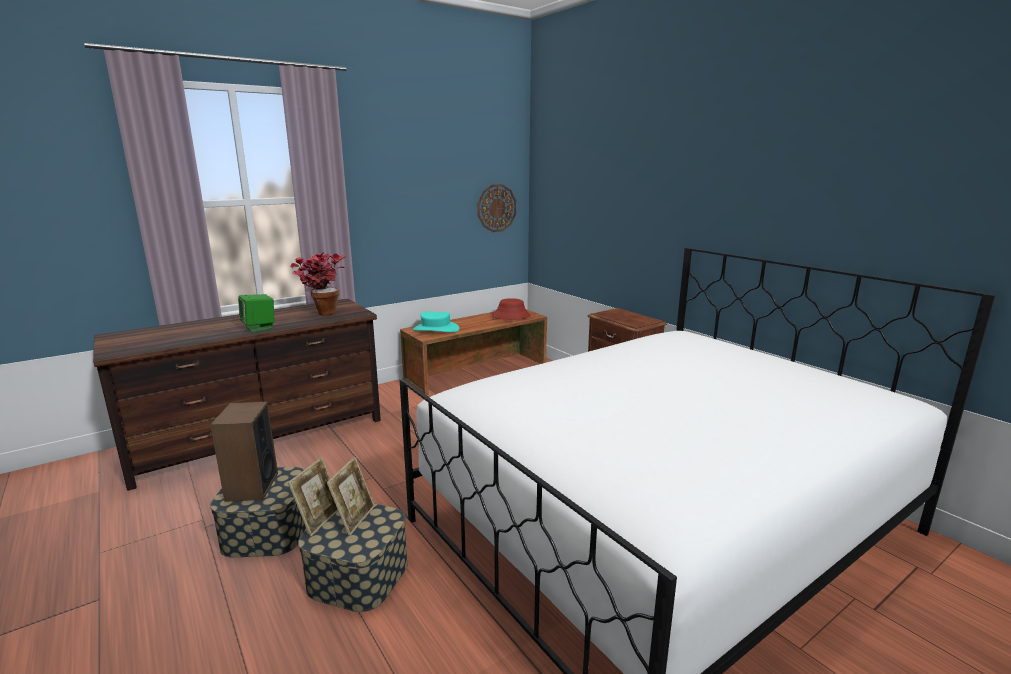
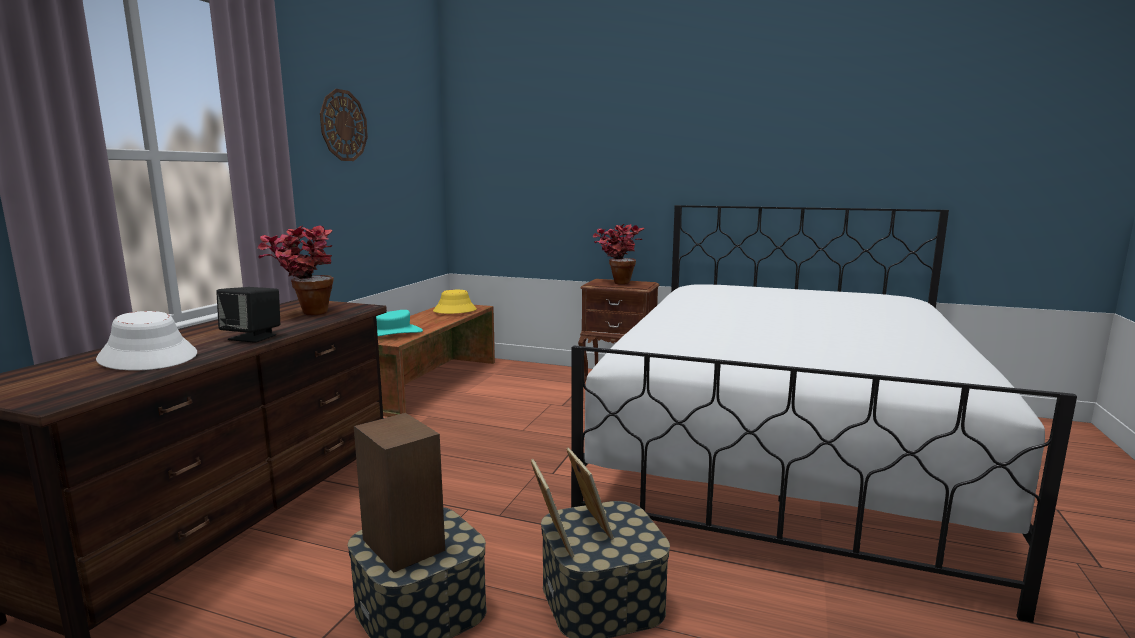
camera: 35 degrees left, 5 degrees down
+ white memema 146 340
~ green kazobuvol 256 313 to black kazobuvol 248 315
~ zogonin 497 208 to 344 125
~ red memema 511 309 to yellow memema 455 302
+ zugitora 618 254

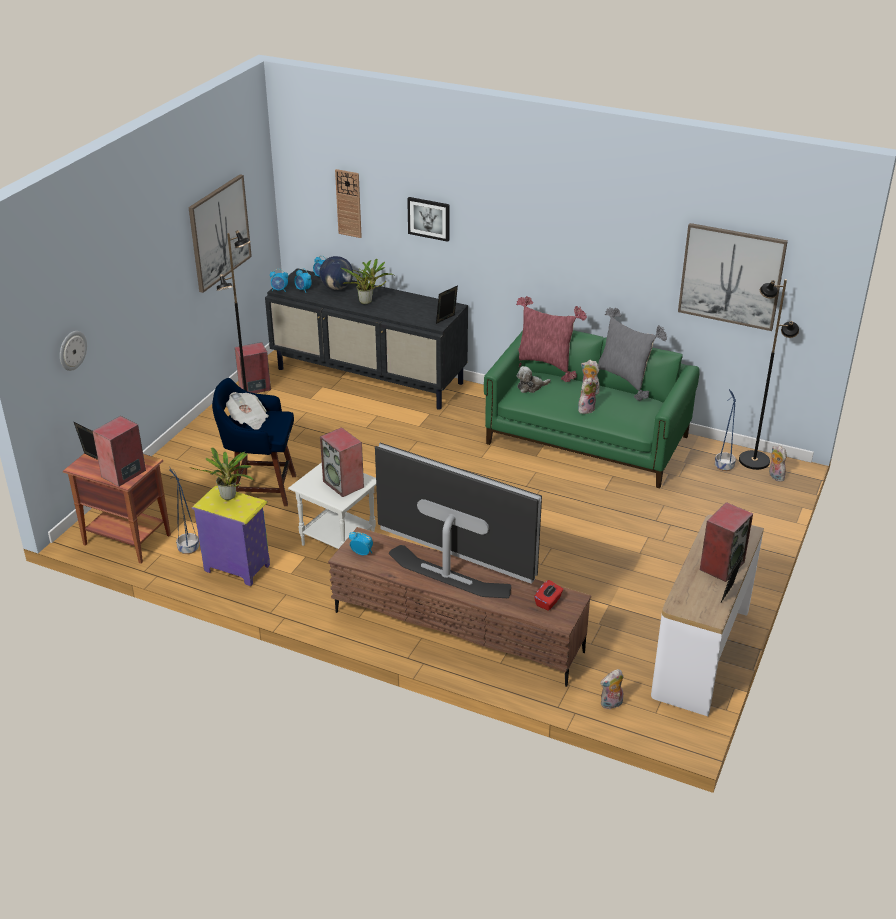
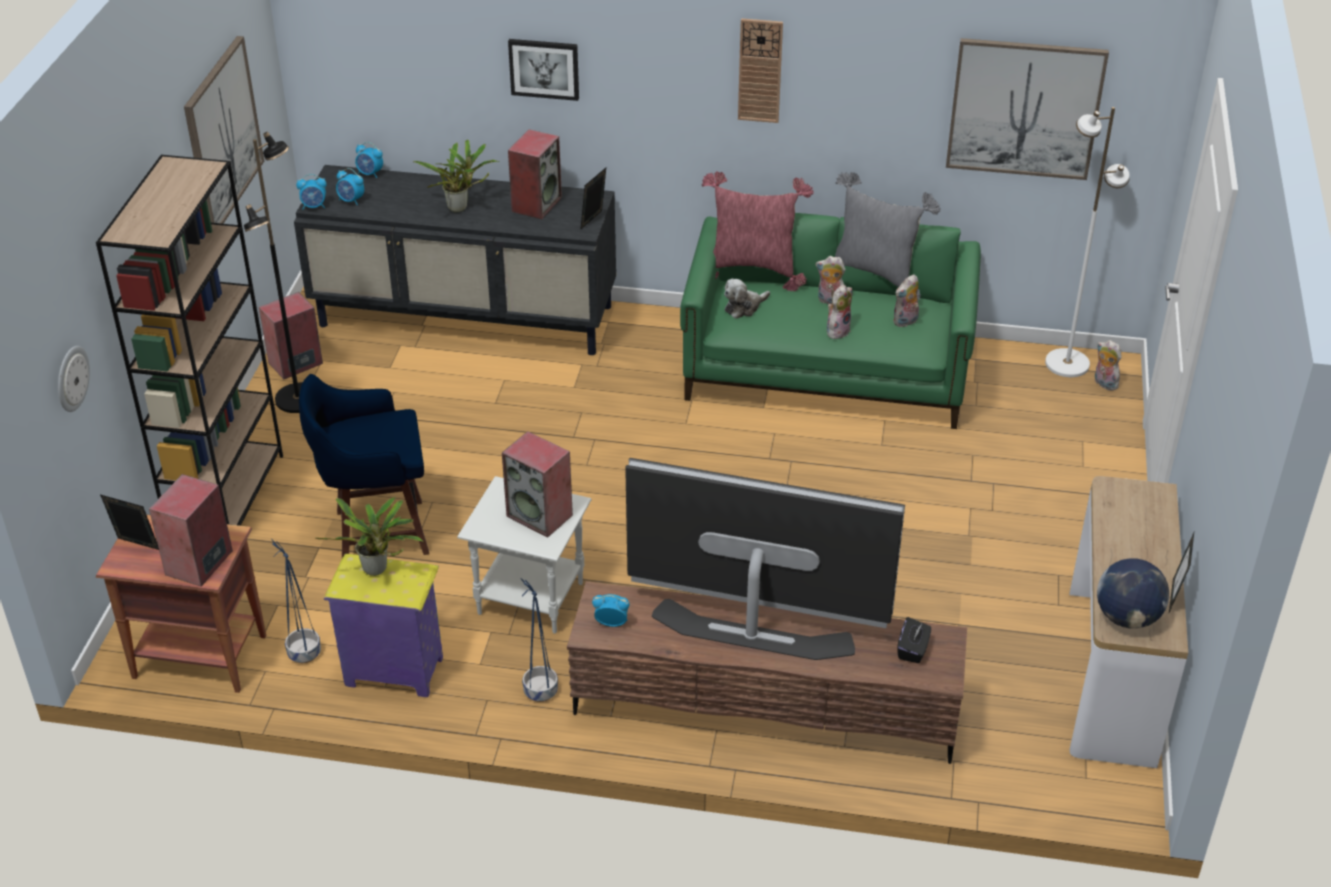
camera: 15 degrees left, 5 degrees up
+ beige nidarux 189 340
~ kazobuvol 726 542 to 535 174
~ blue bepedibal 725 430 to 539 640
~ zogonin 348 203 to 760 70
~ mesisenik 611 689 to 906 300
~ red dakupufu 548 595 to black dakupufu 914 640
~ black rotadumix 769 374 to white rotadumix 1087 242
~ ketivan 336 273 to 1133 593
- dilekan 247 411

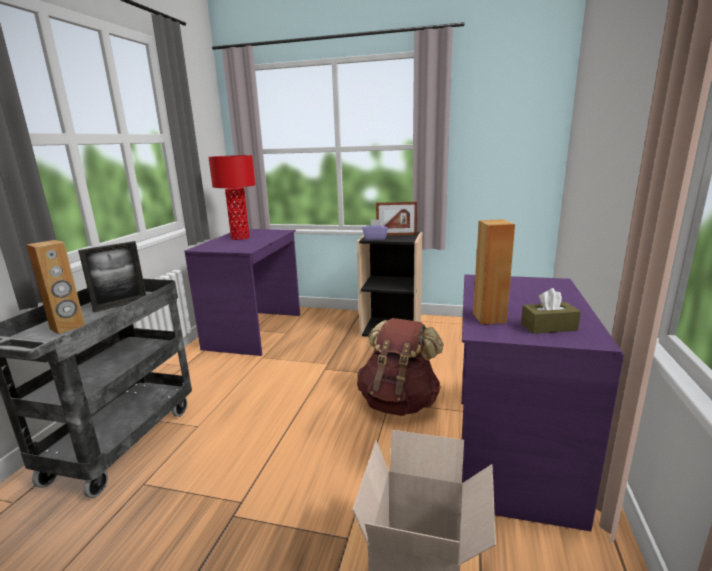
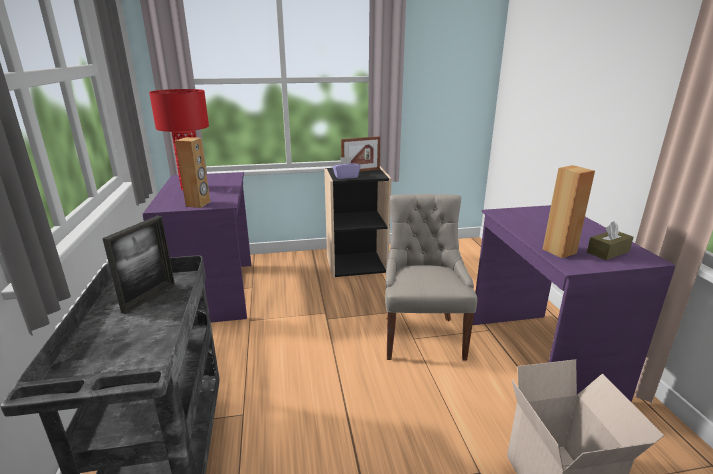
camera: 25 degrees left, 5 degrees up
~ brown kazobuvol 56 287 to 192 172
~ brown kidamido 400 367 to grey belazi 431 277

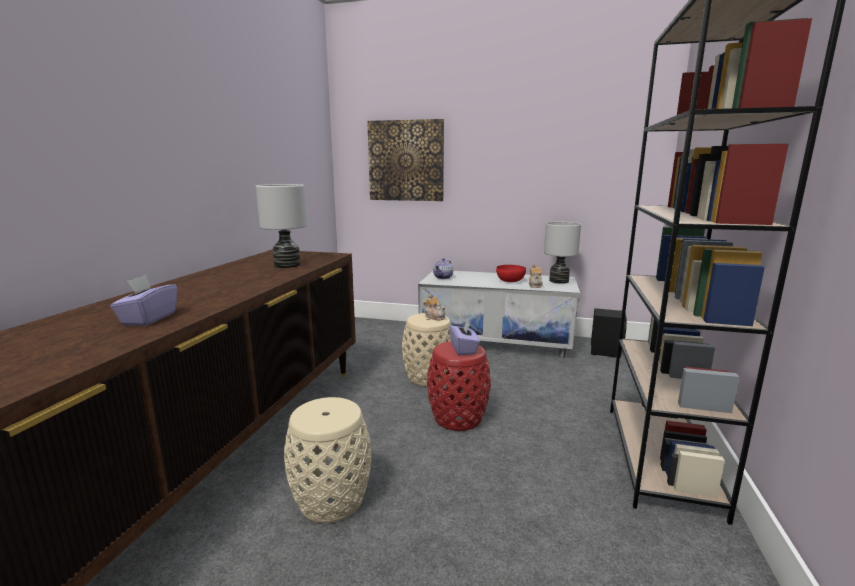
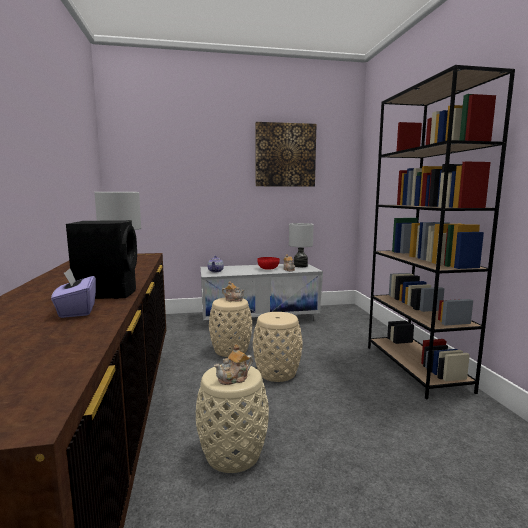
camera: 25 degrees left, 5 degrees down
~ black kazobuvol 609 333 to 101 259
+ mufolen 233 364
~ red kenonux 459 386 to beige kenonux 278 347
~ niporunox 405 160 to 285 154
- purple dakupufu 464 338

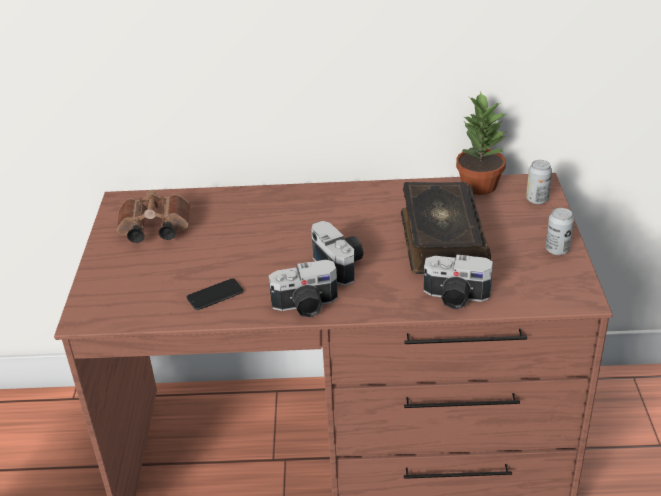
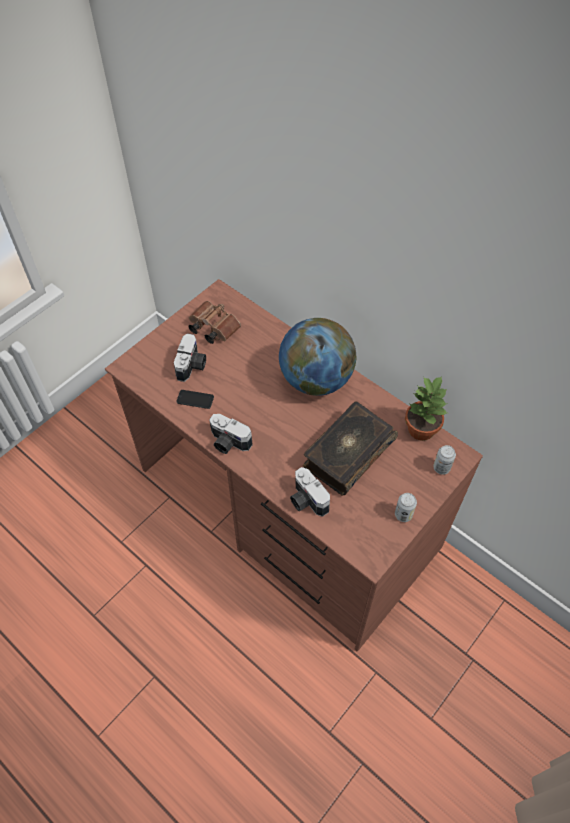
camera: 40 degrees right, 20 degrees up
~ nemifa 338 253 to 190 357
+ ketivan 317 357

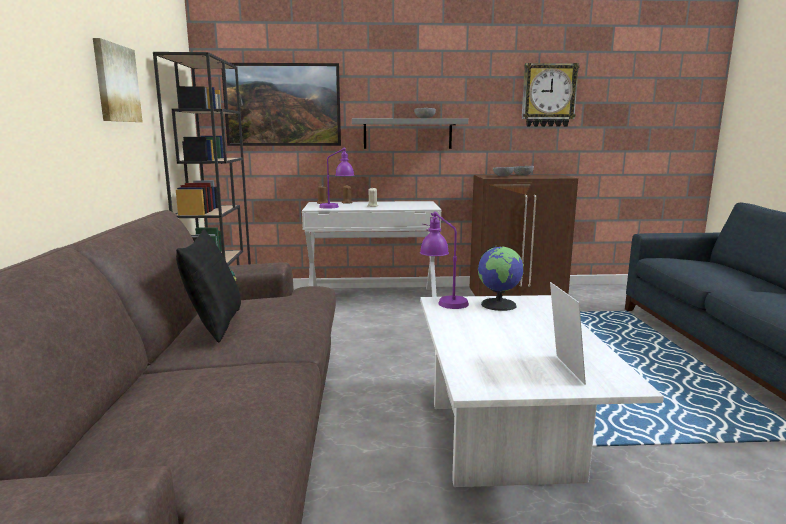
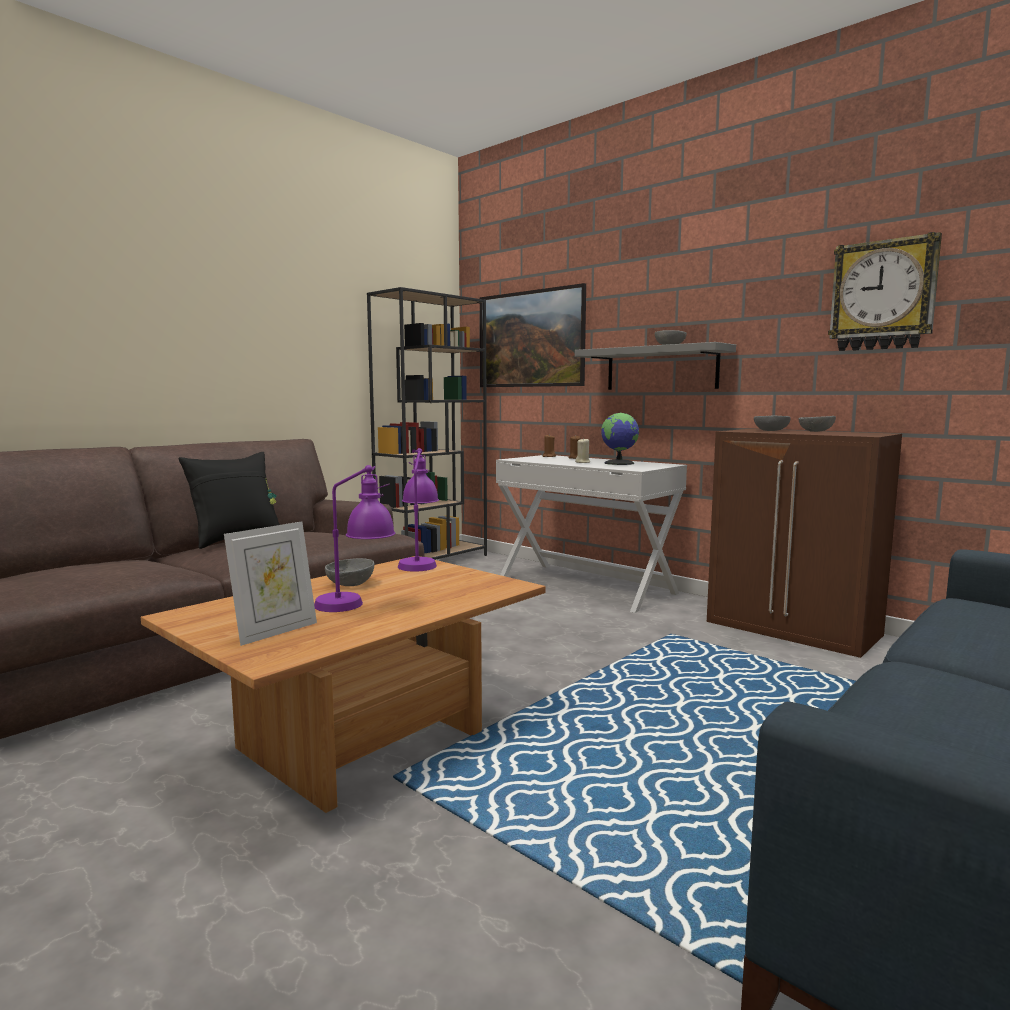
camera: 45 degrees right, 5 degrees down
~ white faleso 542 391 to brown faleso 343 684
~ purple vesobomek 336 178 to 354 538
+ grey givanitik 349 572
~ ketivan 501 278 to 620 438
- niporunox 118 80

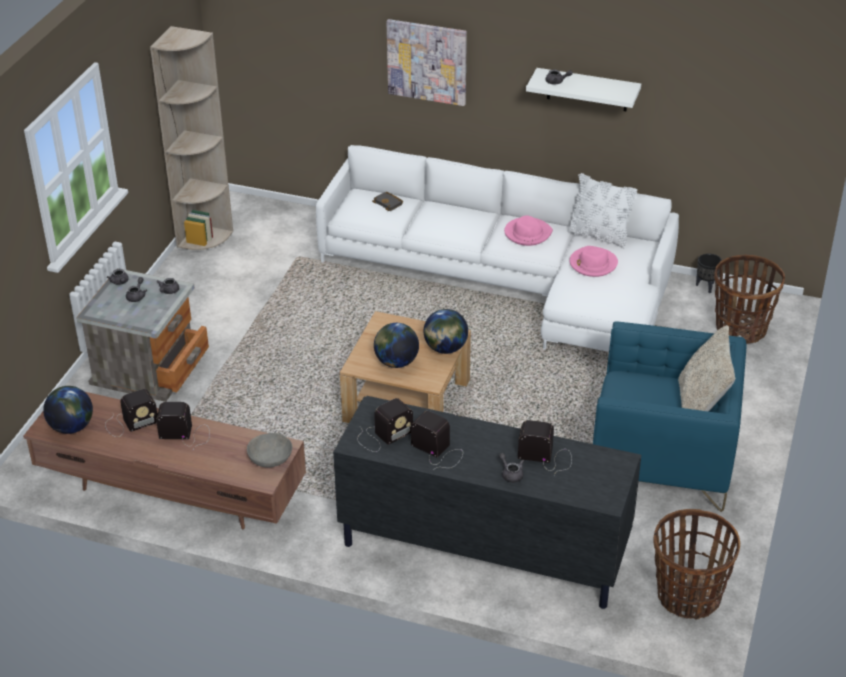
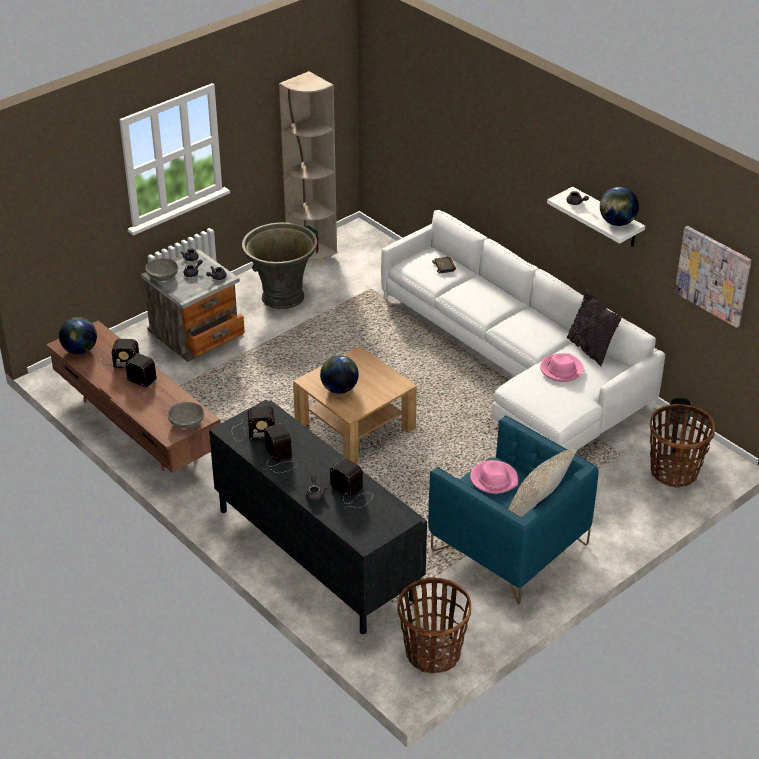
camera: 30 degrees right, 0 degrees up
+ grey givanitik 162 269
+ grey bepedibal 279 265
~ pink memema 528 230 to 494 477
~ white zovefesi 602 211 to black zovefesi 594 328
~ ketivan 446 331 to 619 206
~ niporunox 426 62 to 713 277

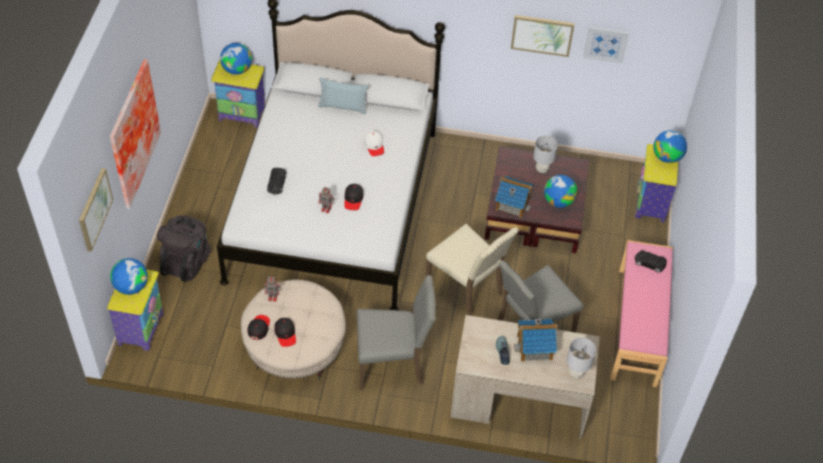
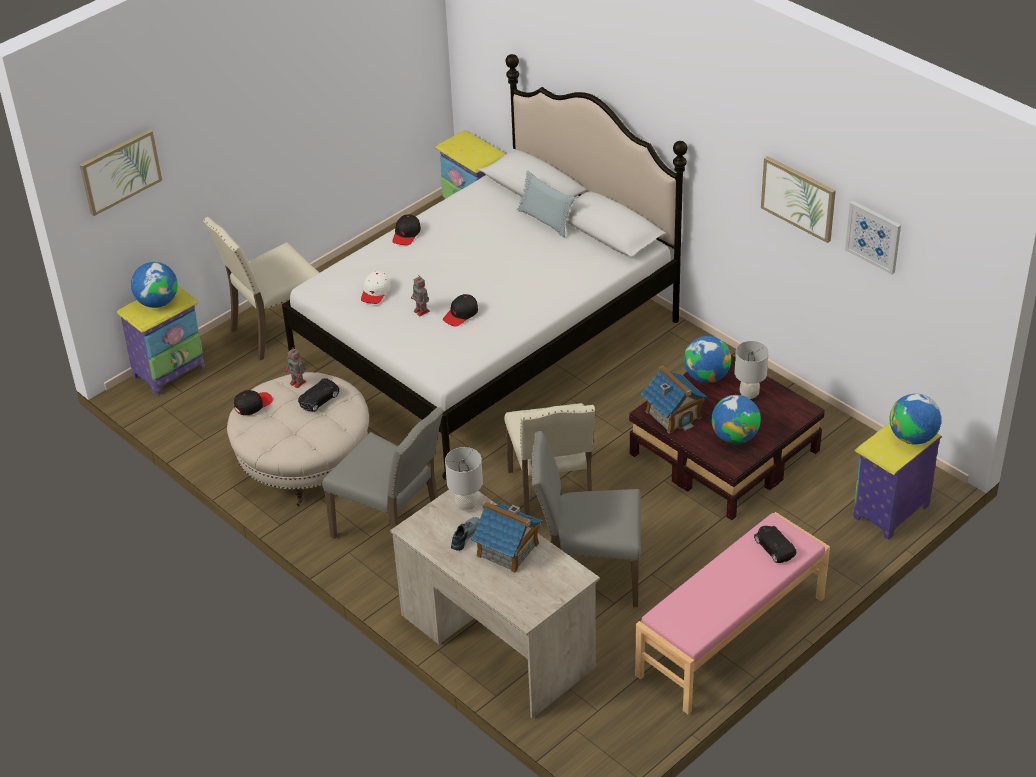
camera: 40 degrees right, 10 degrees down
~ black kidamido 184 248 to beige belazi 261 289
~ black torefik 276 181 to 318 395
~ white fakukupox 374 143 to 375 287
~ black fakukupox 285 332 to 406 229
~ grey vesobomek 581 358 to 464 479
~ ketivan 236 59 to 707 359
- niporunox 135 134

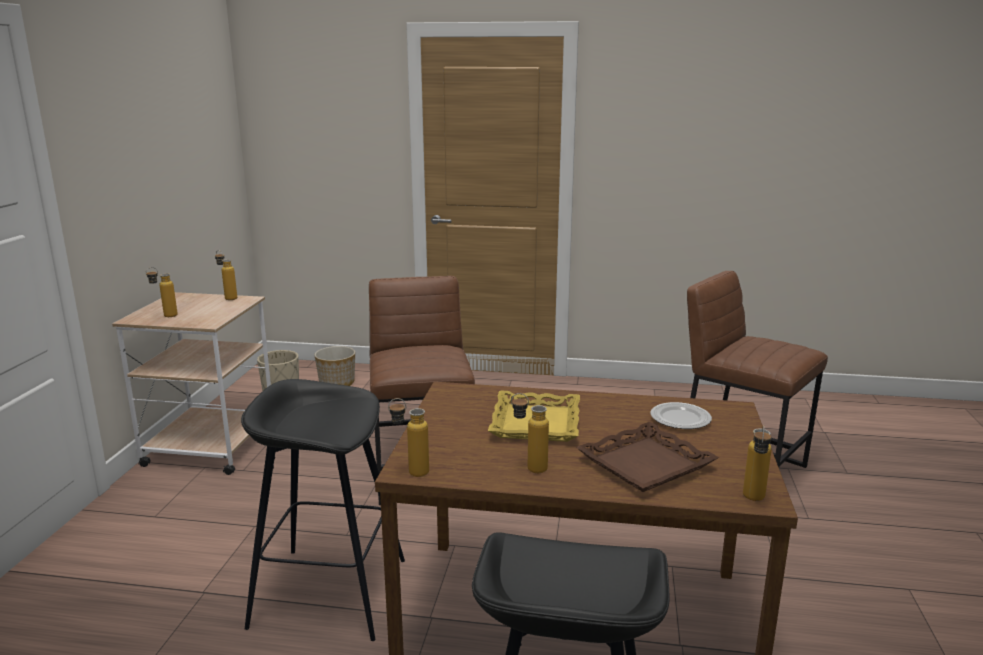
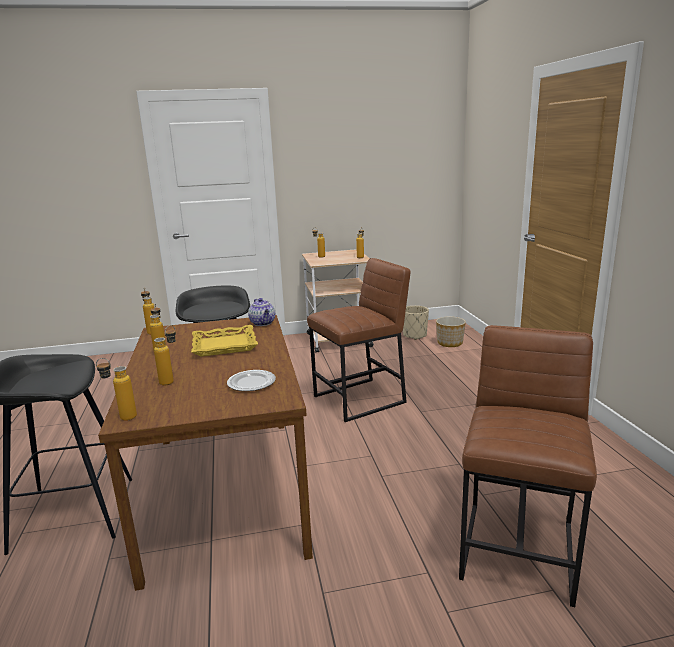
camera: 70 degrees right, 0 degrees up
~ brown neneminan 647 457 to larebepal 165 355
+ mufolen 261 312

